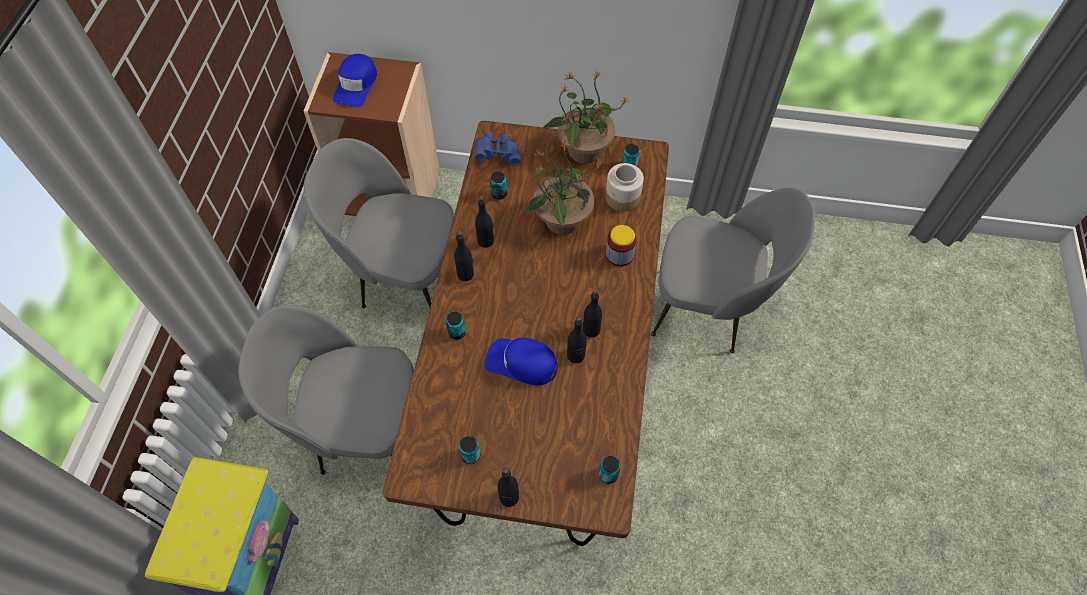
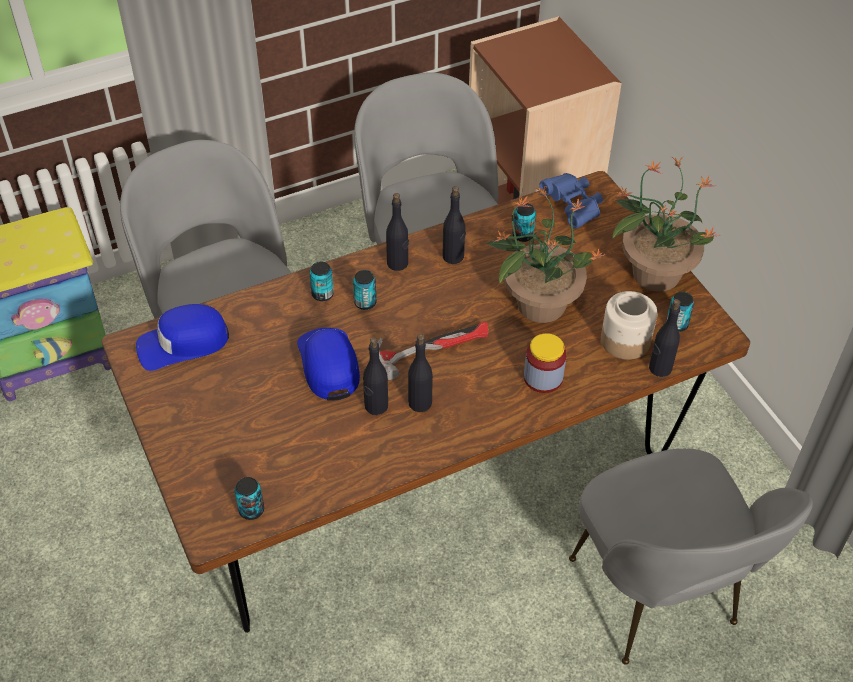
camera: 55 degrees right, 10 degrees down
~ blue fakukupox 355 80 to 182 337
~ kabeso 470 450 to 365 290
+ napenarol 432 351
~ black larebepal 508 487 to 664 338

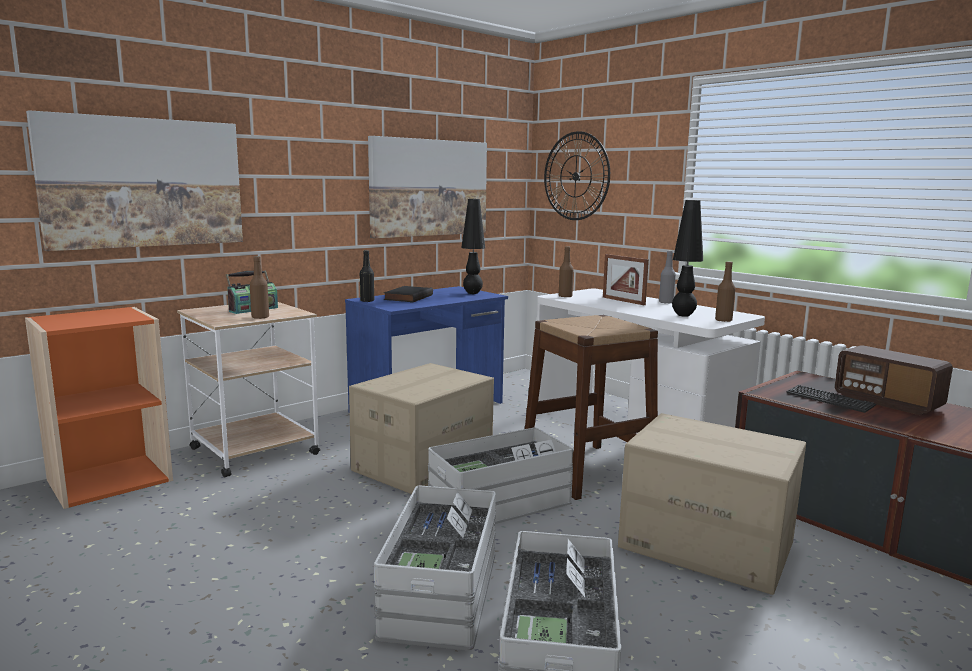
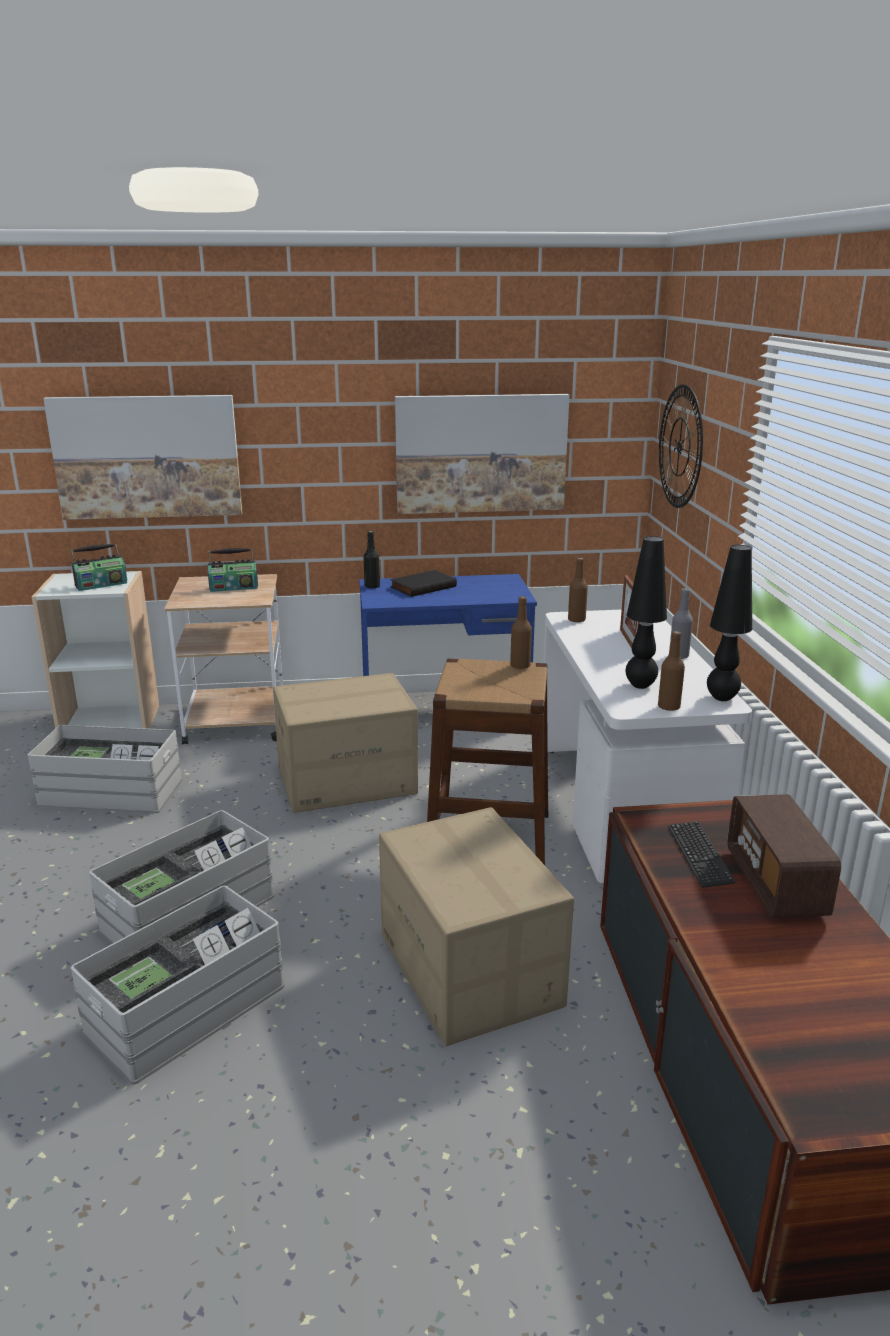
camera: 35 degrees right, 10 degrees up
~ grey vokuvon 500 476 to 105 769
~ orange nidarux 99 408 to white nidarux 95 650
+ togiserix 99 567
~ brown larebepal 259 287 to 521 632
~ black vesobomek 473 246 to 729 623

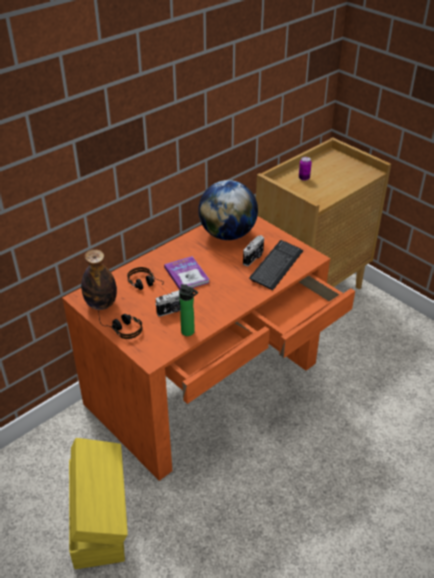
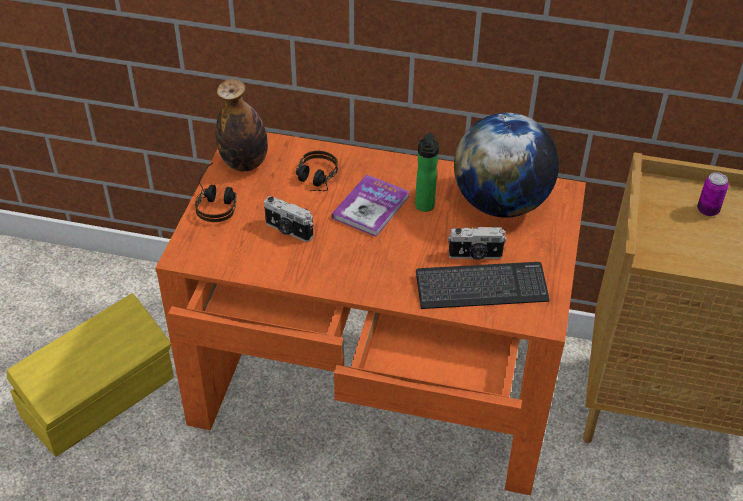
camera: 55 degrees right, 5 degrees up
~ larebepal 188 310 to 427 172

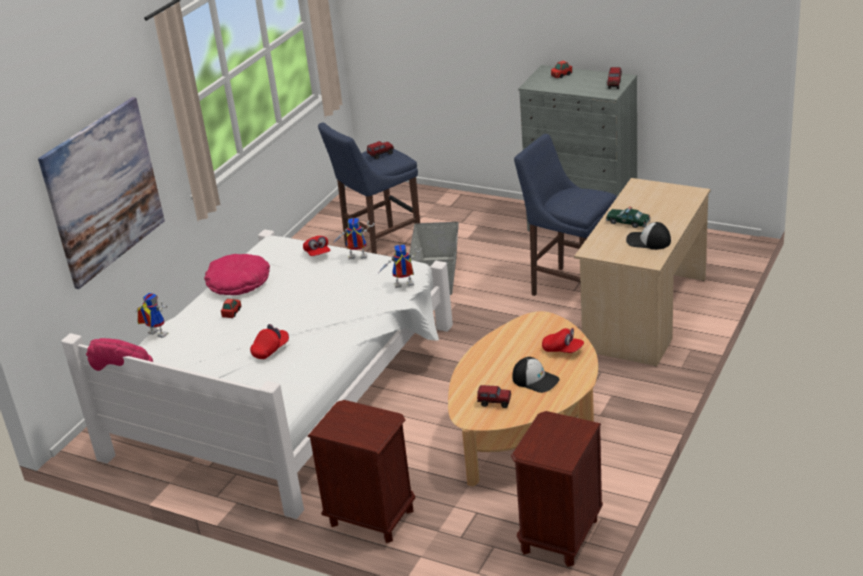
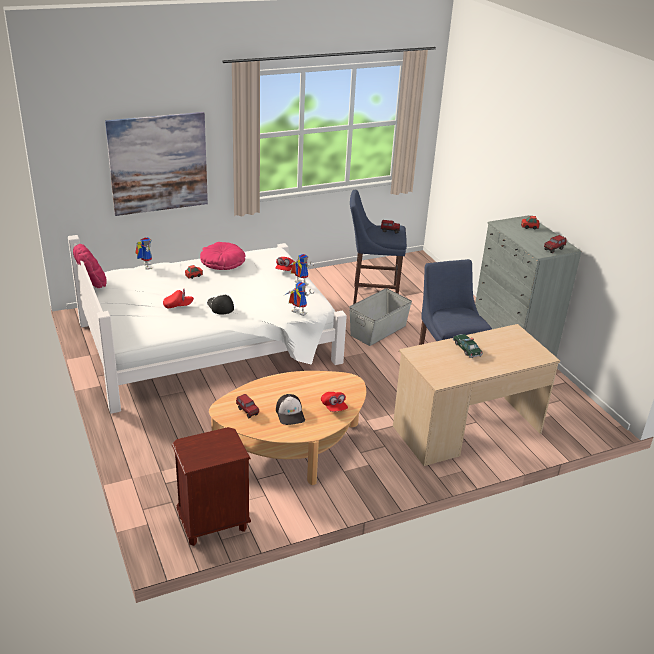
camera: 35 degrees right, 0 degrees up
~ fakukupox 648 236 to 220 304
- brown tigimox 361 471

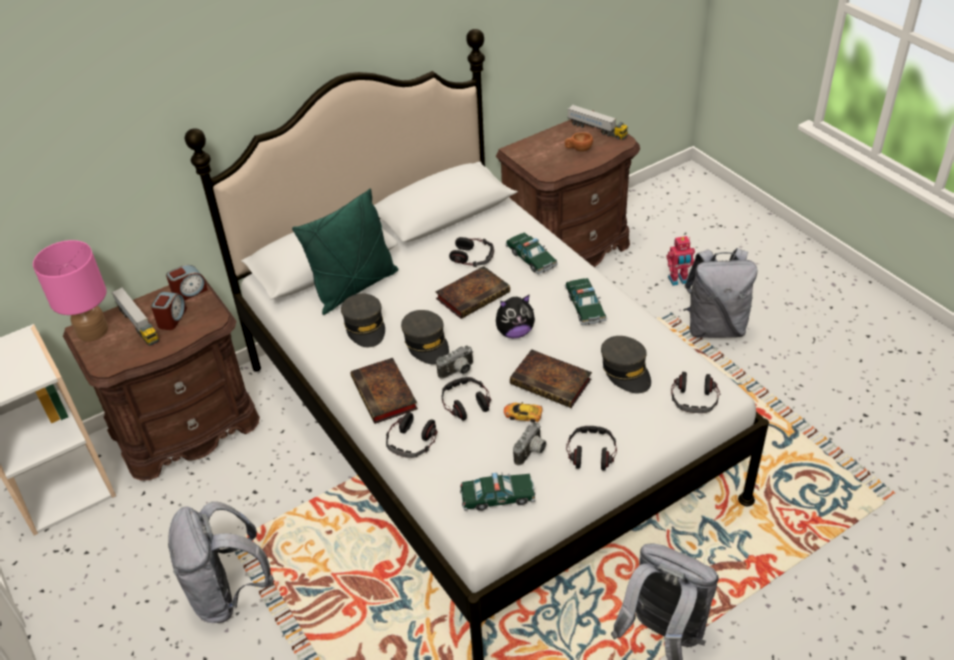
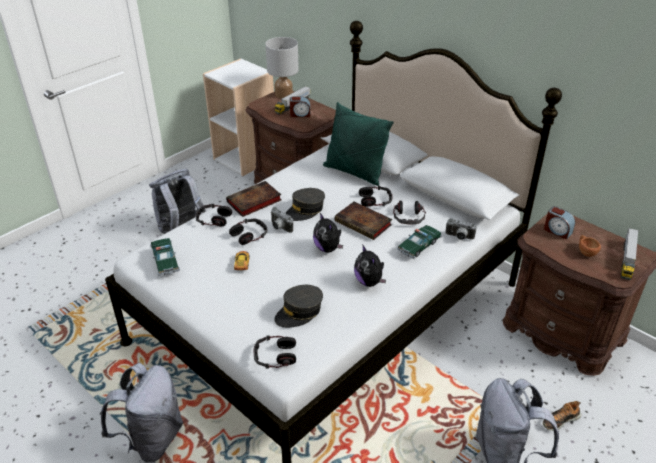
camera: 75 degrees right, 5 degrees down
~ pink vesobomek 70 290 to grey vesobomek 282 68
~ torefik 586 301 to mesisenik 370 265
~ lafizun 591 448 to 375 196
~ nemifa 529 444 to 461 229
~ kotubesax 680 261 to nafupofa 562 416
~ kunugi 187 283 to 559 223
- grey fakukupox 363 320
- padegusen 551 378

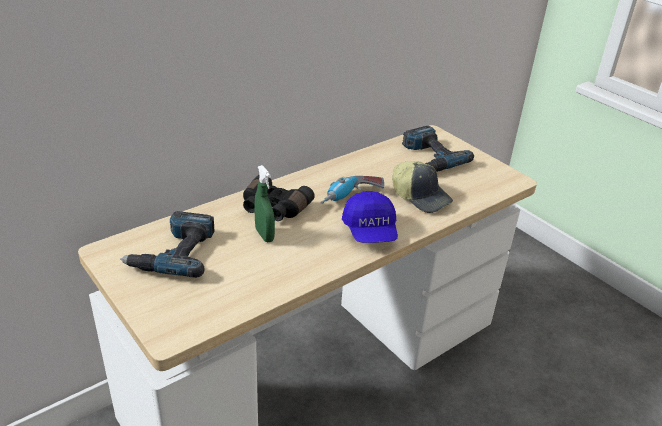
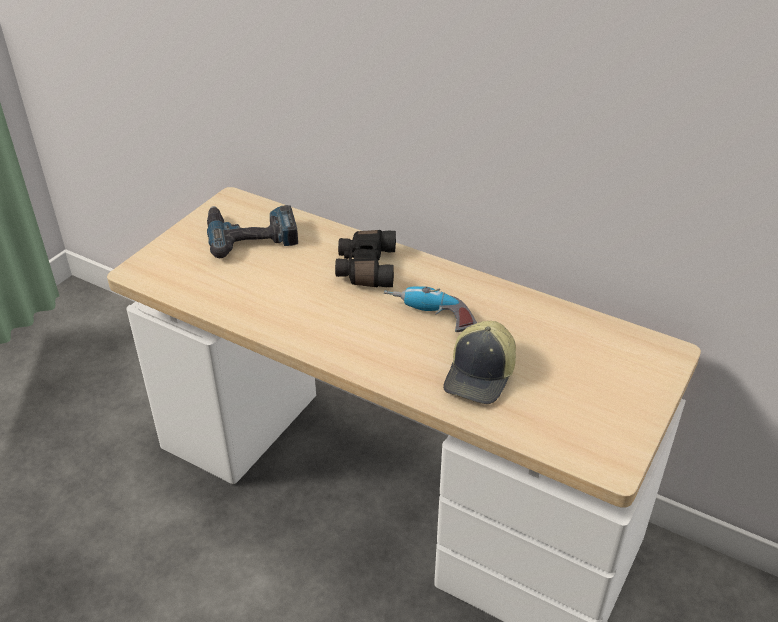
camera: 70 degrees right, 5 degrees up
- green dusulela 264 203
- blue fakukupox 370 217
- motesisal 438 149

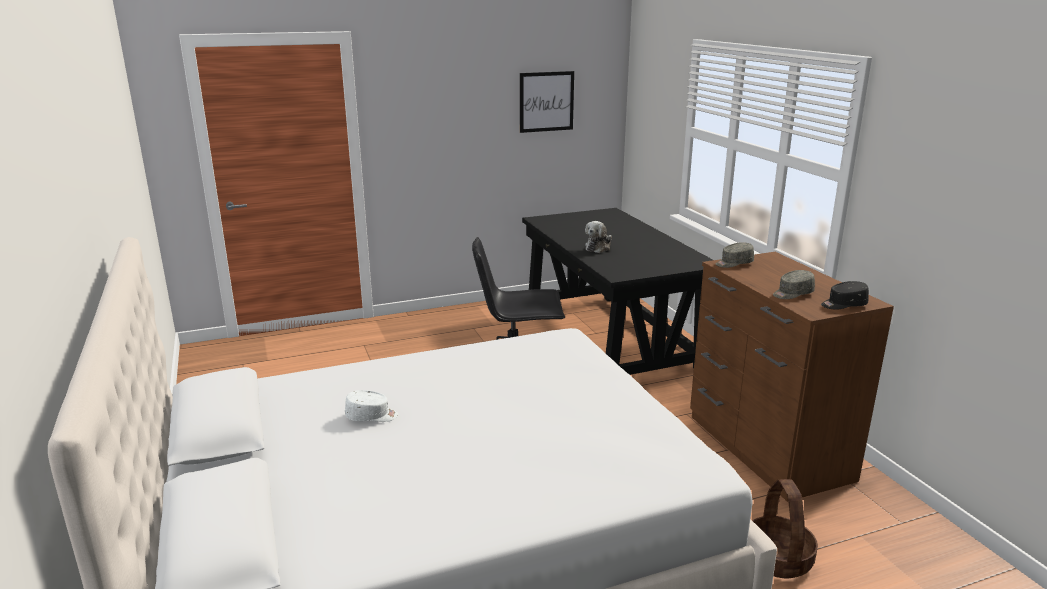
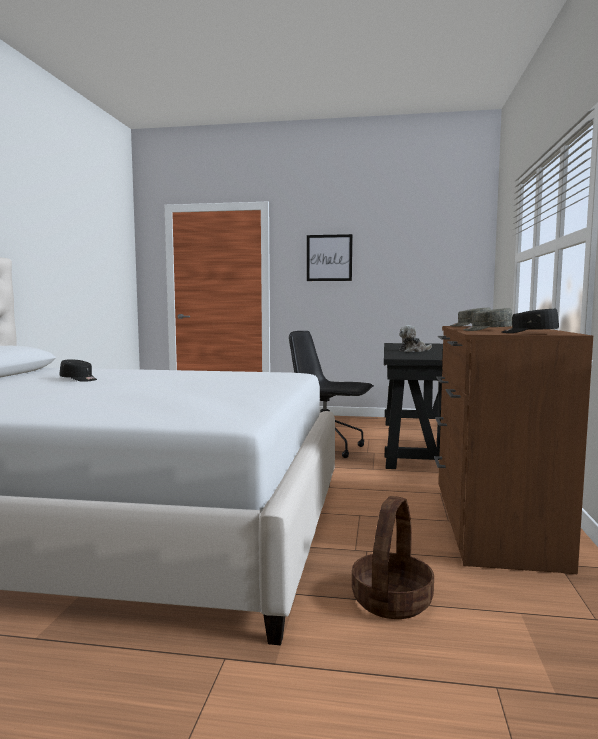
camera: 30 degrees right, 15 degrees down
~ white fakukupox 371 406 to black fakukupox 78 370
~ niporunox 547 102 to 329 257

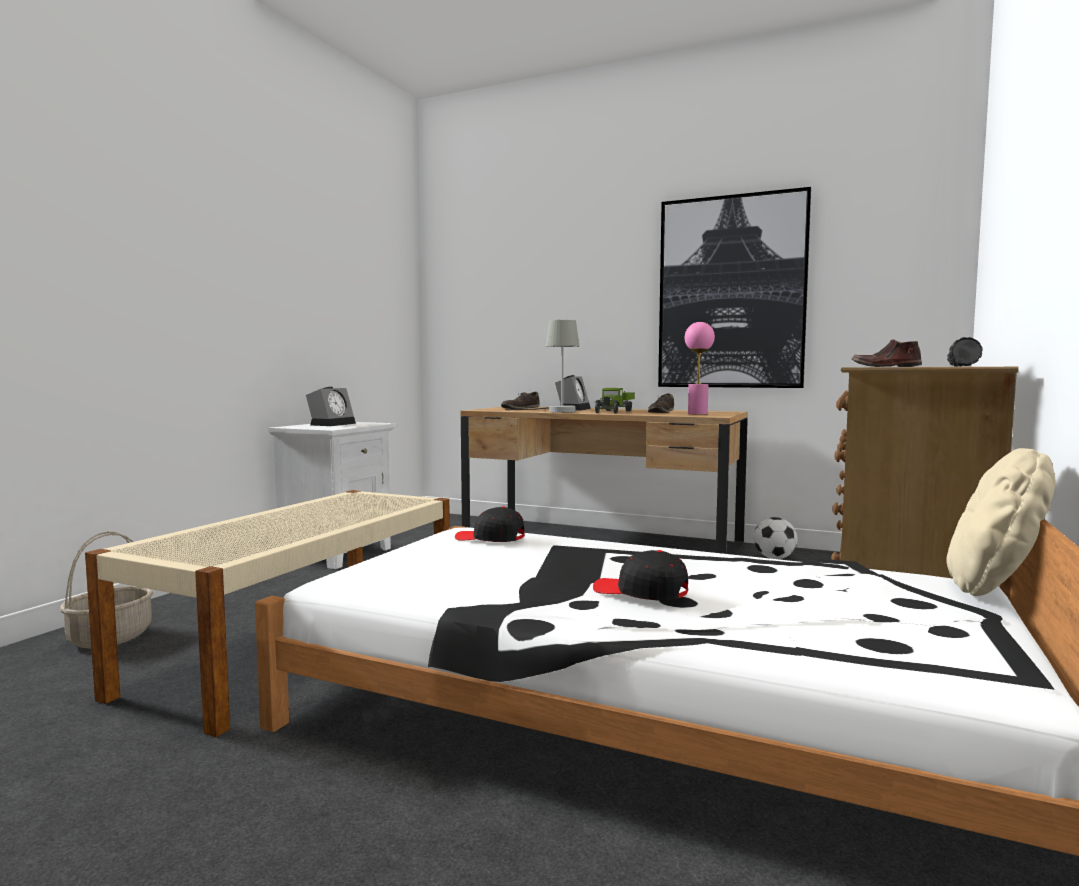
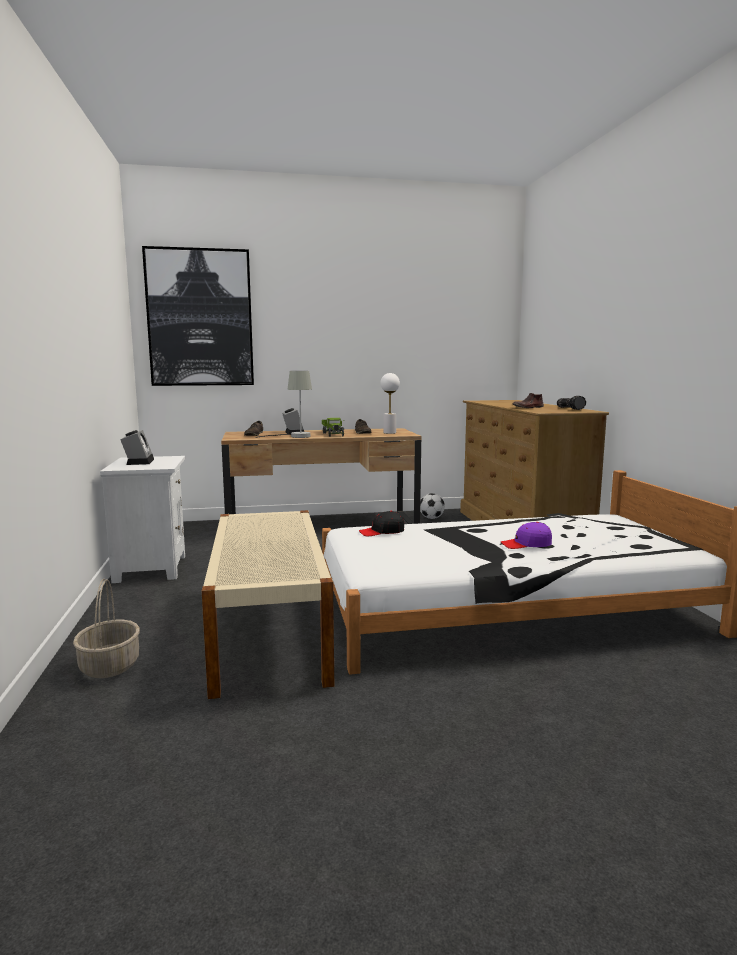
camera: 35 degrees left, 5 degrees up
~ niporunox 734 287 to 198 316
~ pink vesobomek 700 368 to white vesobomek 390 403
~ black fakukupox 640 575 to purple fakukupox 526 535
- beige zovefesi 1000 522

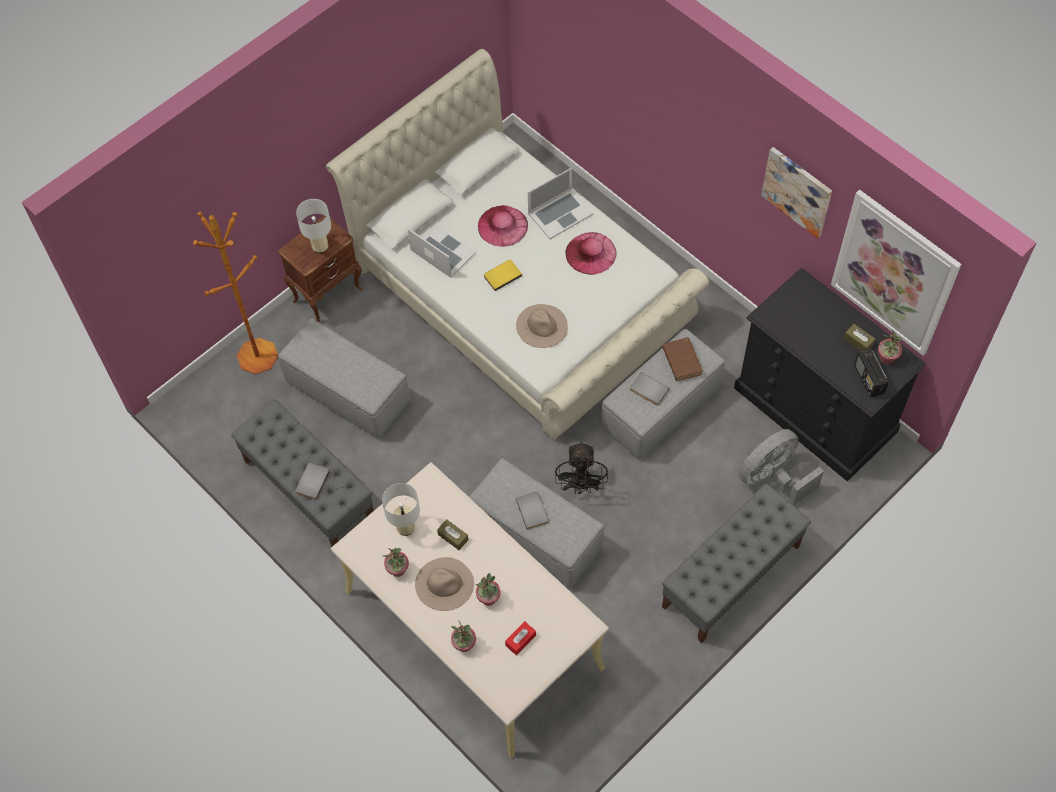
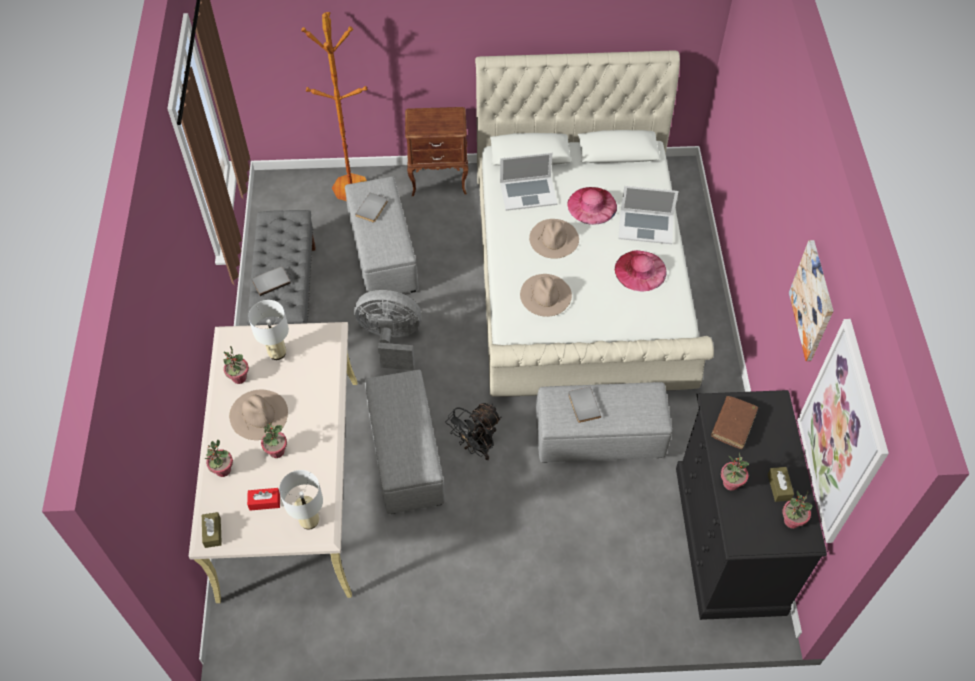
camera: 40 degrees right, 5 degrees down
~ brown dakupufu 452 534 to 212 530
~ white vesobomek 313 226 to 301 499
~ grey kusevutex 781 467 to 387 330
~ grey padegusen 532 511 to 371 208
~ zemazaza 442 251 = 529 182 90 degrees clockwise
~ yellow padegusen 503 275 to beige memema 554 239
~ brown padegusen 682 359 to 734 422
+ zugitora 735 472
- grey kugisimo 736 563
- togiserix 871 373

